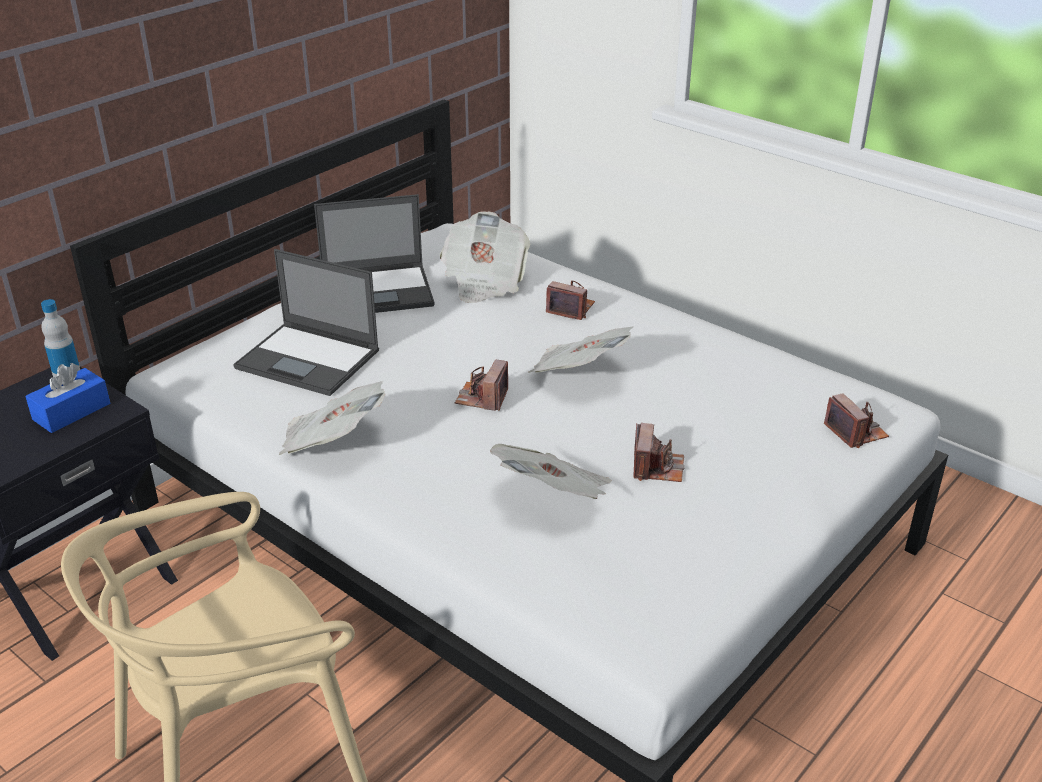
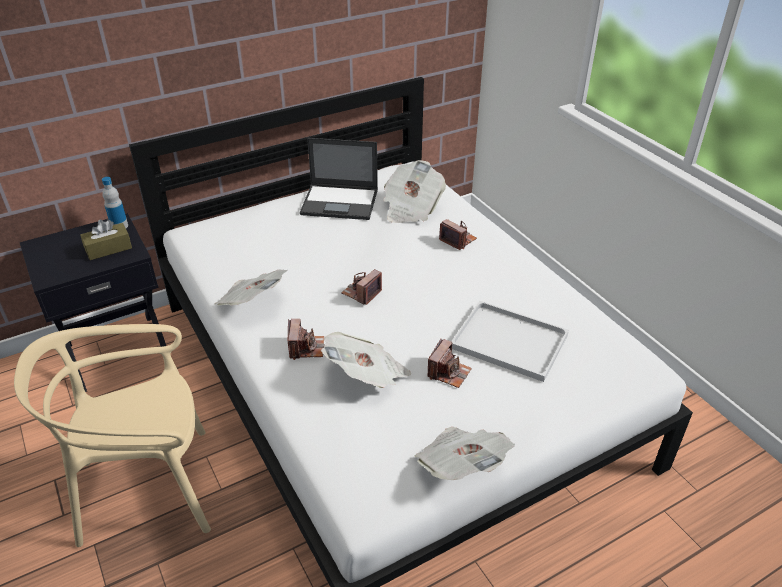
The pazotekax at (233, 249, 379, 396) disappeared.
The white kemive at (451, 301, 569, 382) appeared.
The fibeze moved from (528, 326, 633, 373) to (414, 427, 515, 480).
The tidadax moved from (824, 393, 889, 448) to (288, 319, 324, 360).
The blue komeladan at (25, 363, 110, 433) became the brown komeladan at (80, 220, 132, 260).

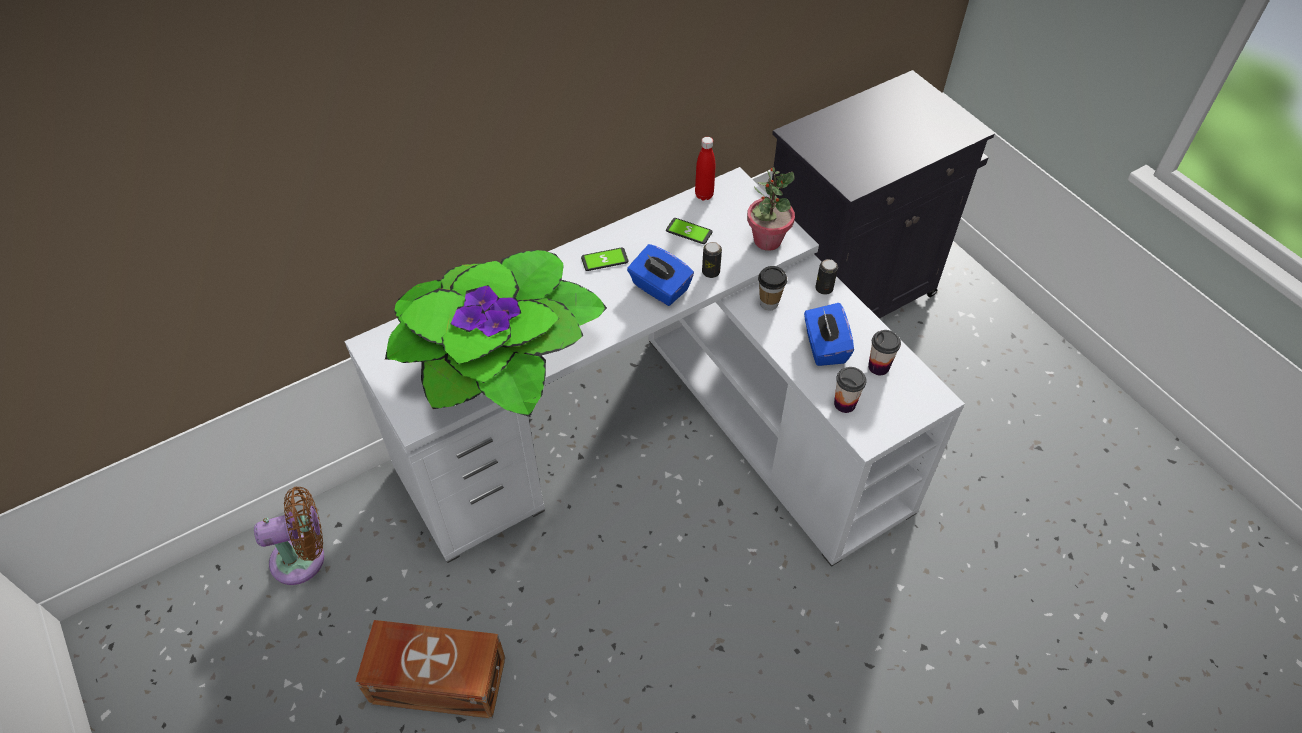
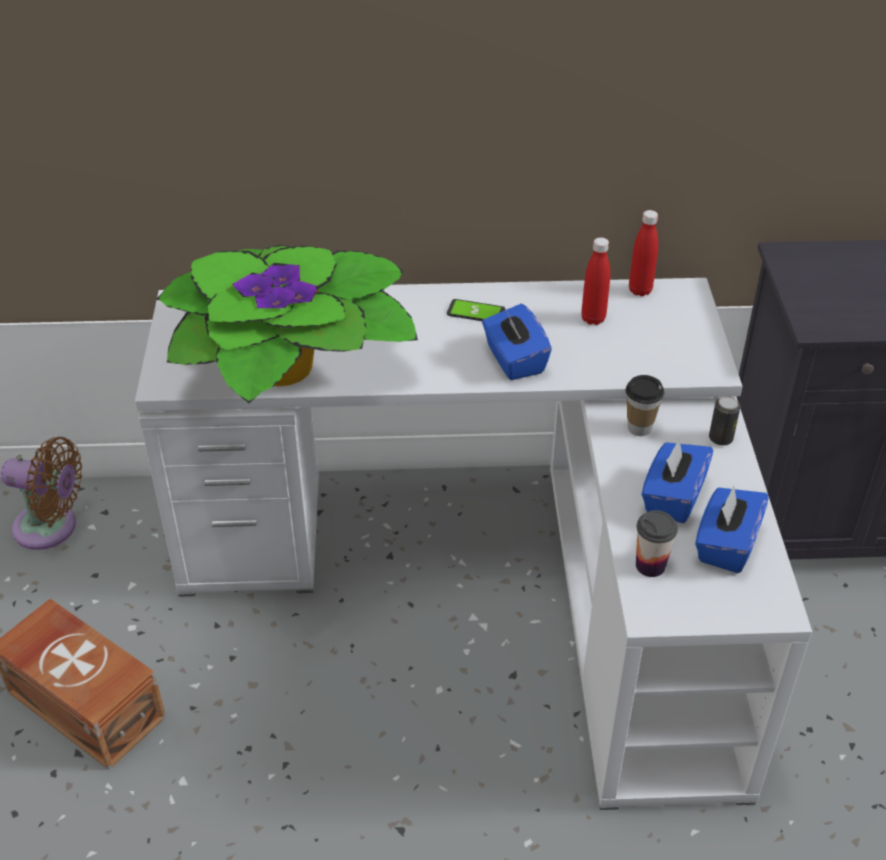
The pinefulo at (702, 242, 722, 278) disappeared.
The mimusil at (747, 167, 795, 251) disappeared.
The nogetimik at (666, 218, 712, 244) was replaced by the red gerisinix at (581, 237, 610, 325).
The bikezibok at (868, 330, 901, 375) was replaced by the blue komeladan at (695, 485, 769, 573).

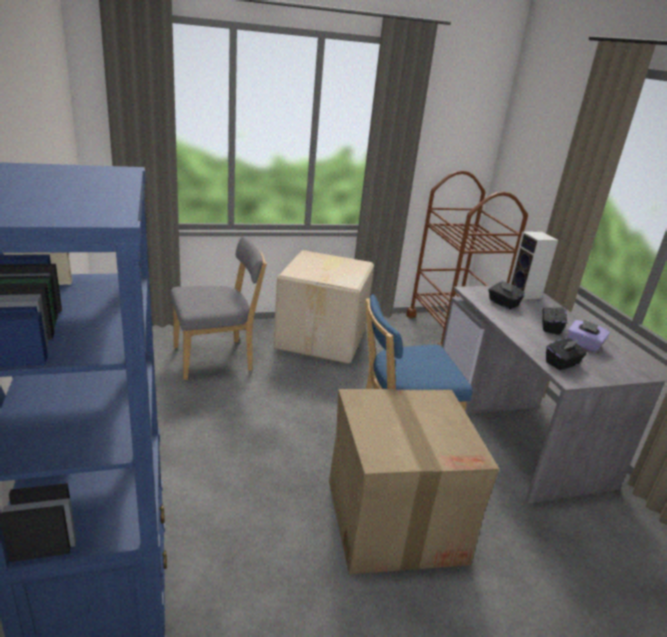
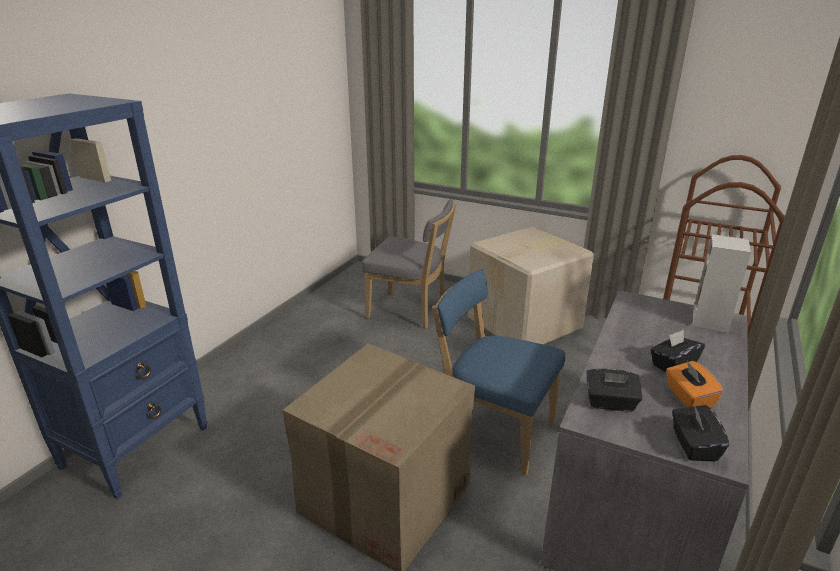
The black komeladan moved from (489, 281, 525, 309) to (672, 405, 729, 462).
The purple komeladan at (568, 319, 610, 352) became the orange komeladan at (666, 360, 724, 408).

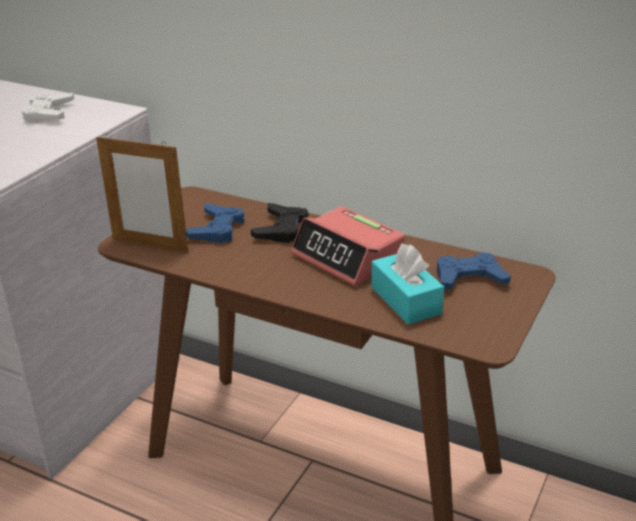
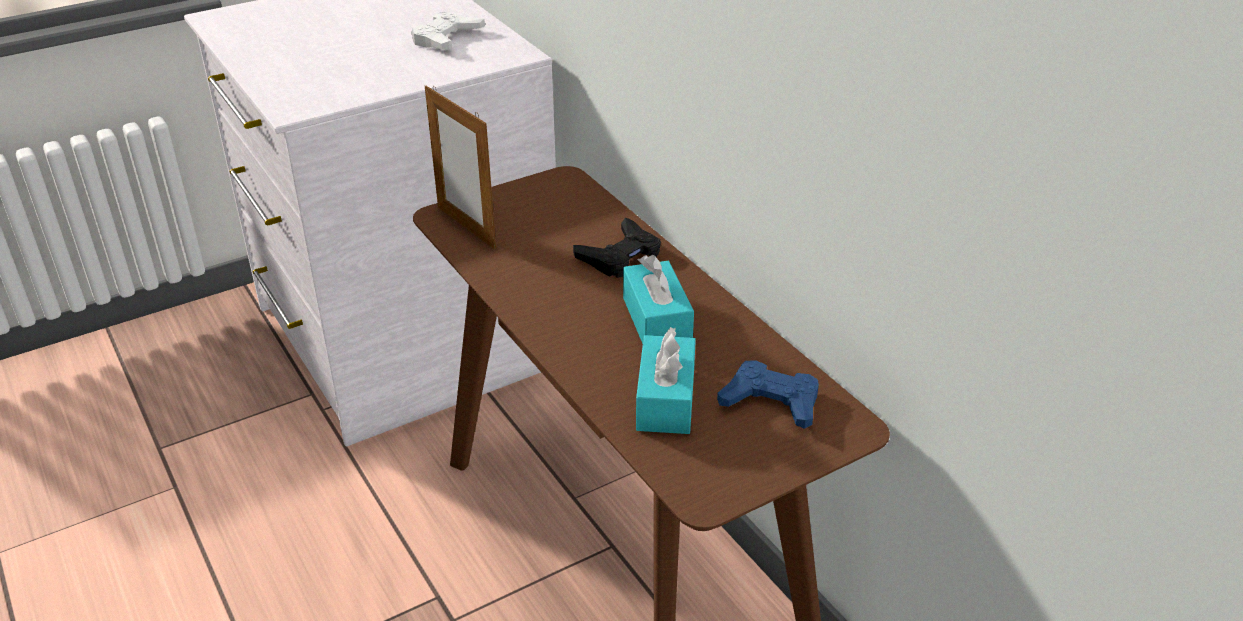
The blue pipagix at (186, 203, 244, 243) disappeared.
The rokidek at (291, 206, 405, 287) was replaced by the turquoise komeladan at (623, 255, 694, 344).

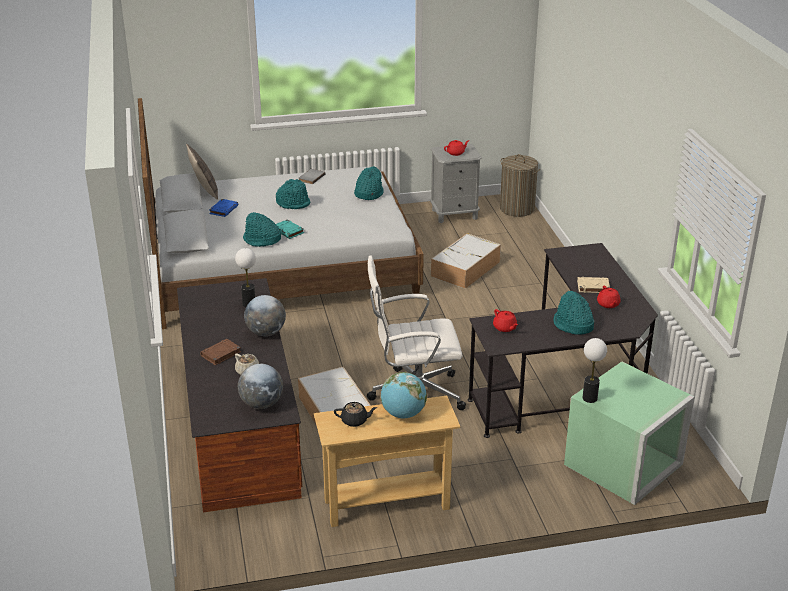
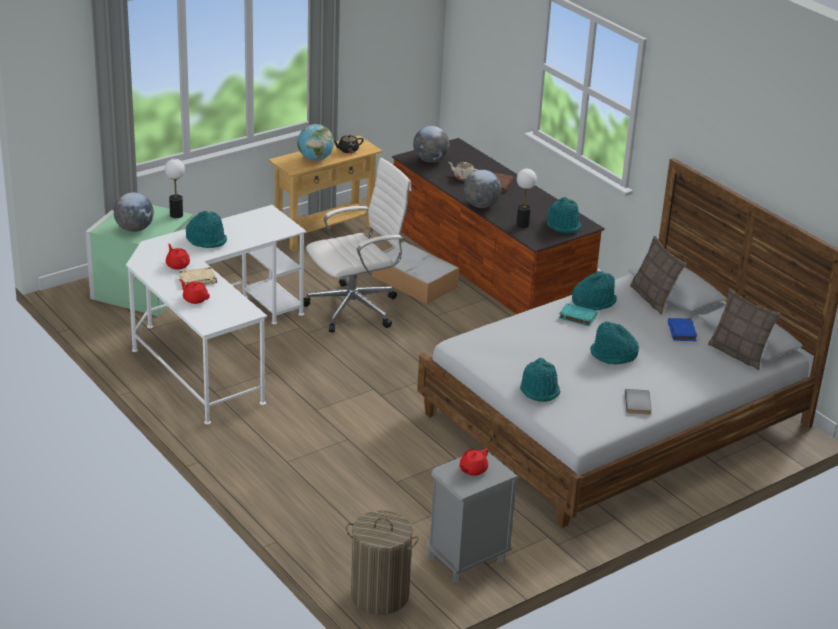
The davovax at (431, 233, 501, 289) disappeared.
The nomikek at (114, 192, 154, 232) appeared.
The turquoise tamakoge at (547, 197, 582, 234) appeared.
The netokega at (630, 236, 687, 315) appeared.
The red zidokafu moved from (493, 309, 518, 332) to (179, 279, 210, 304).
The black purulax at (467, 243, 658, 438) became the white purulax at (126, 205, 307, 425).

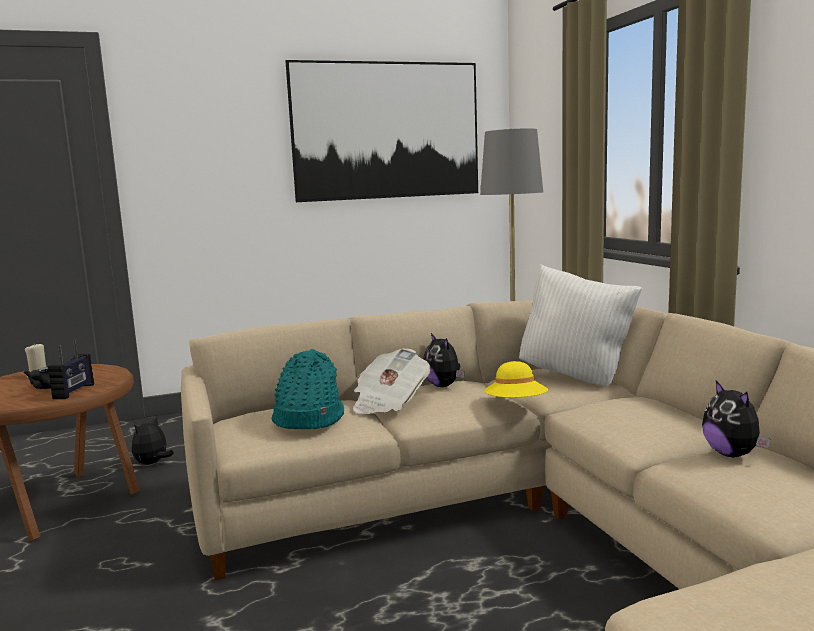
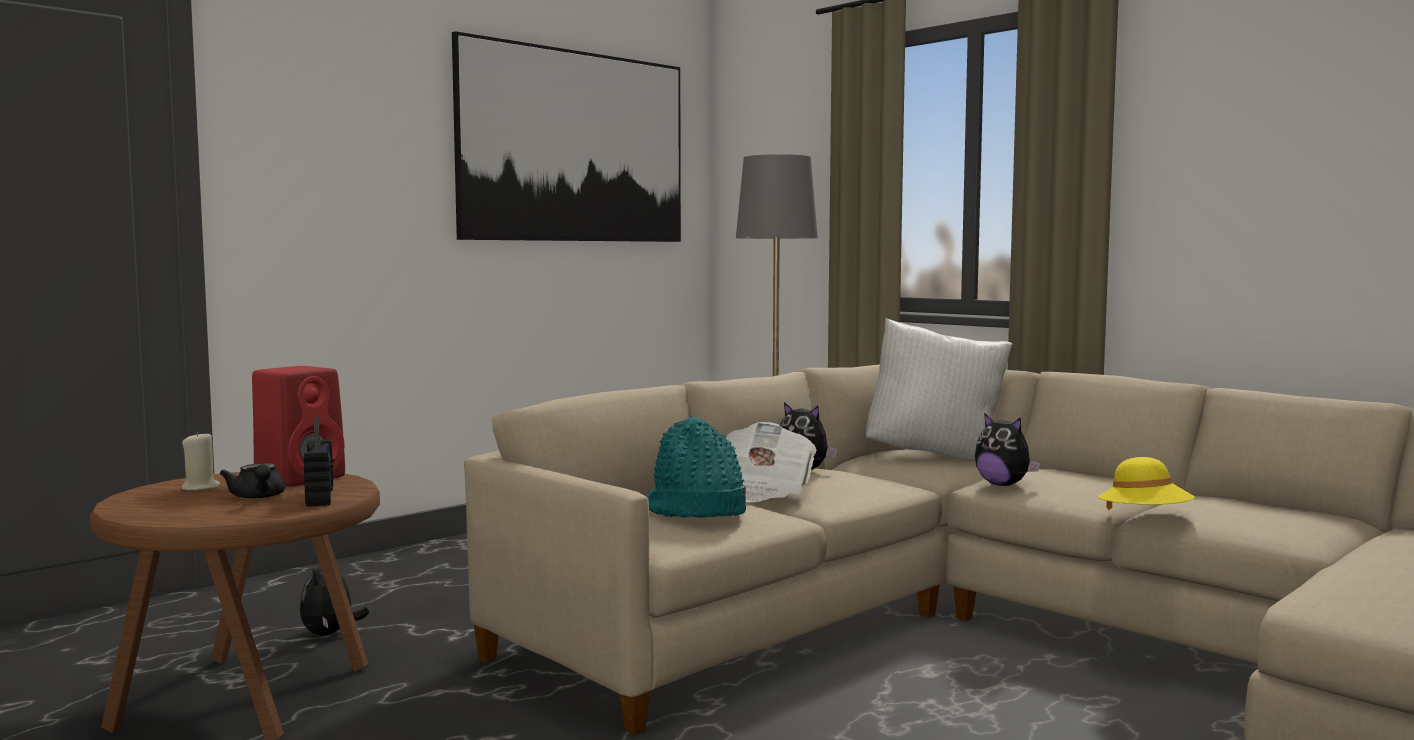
The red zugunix at (252, 366, 345, 487) appeared.
The yellow tamakoge moved from (484, 361, 548, 397) to (1098, 457, 1195, 510).
The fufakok moved from (702, 381, 770, 457) to (975, 413, 1040, 486).

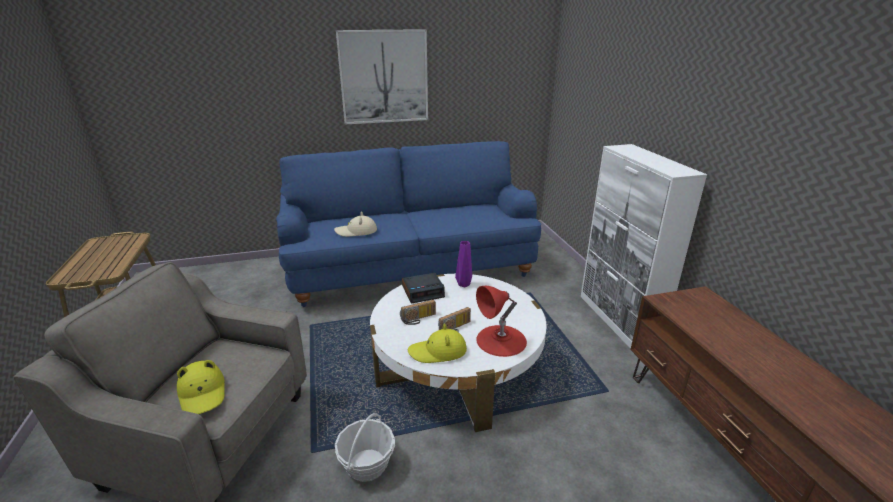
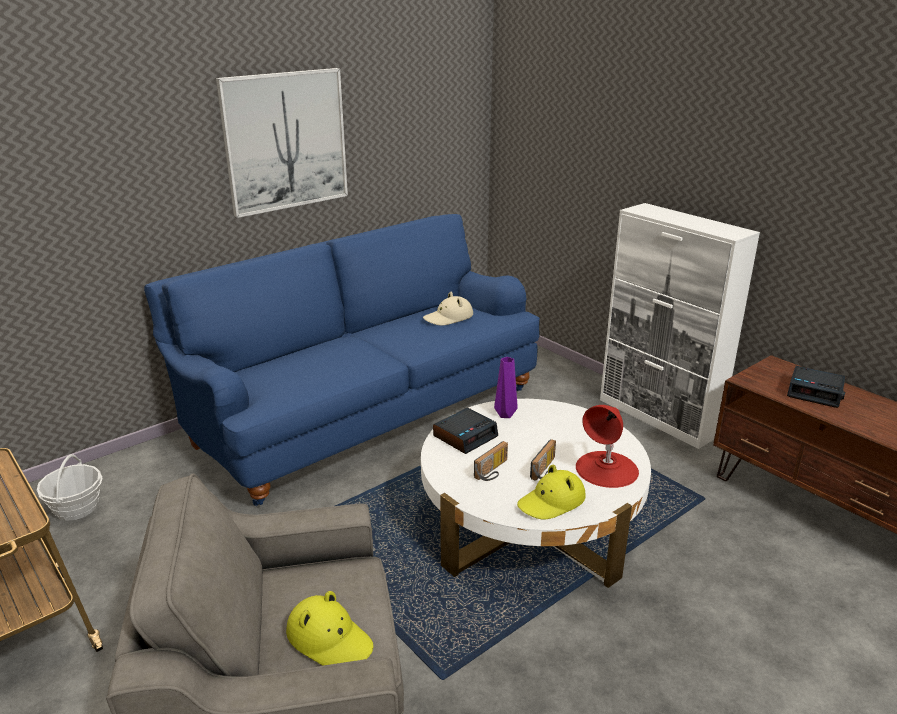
The rokidek at (787, 366, 846, 408) appeared.
The beige tamakoge moved from (334, 212, 377, 237) to (423, 292, 473, 326).
The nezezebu moved from (335, 413, 395, 482) to (37, 454, 102, 521).

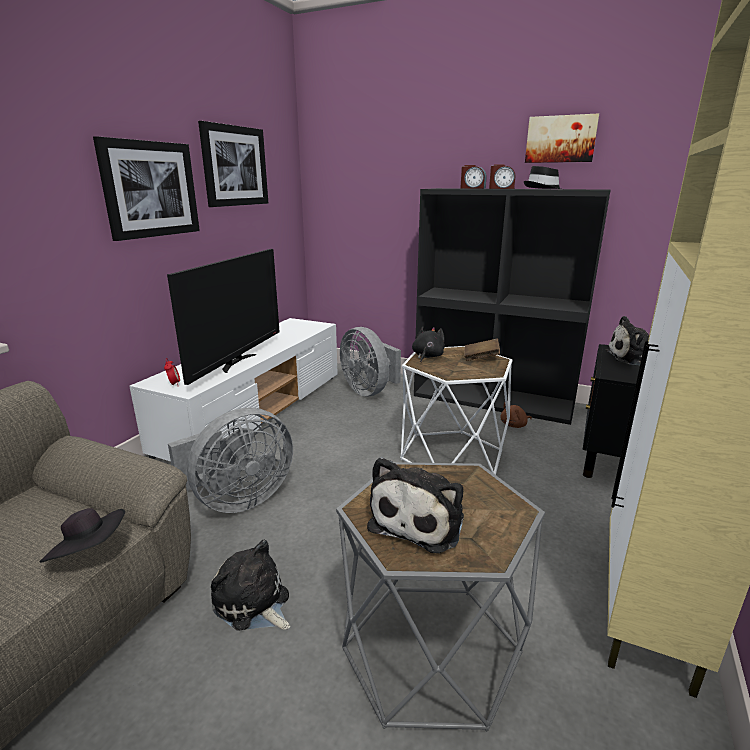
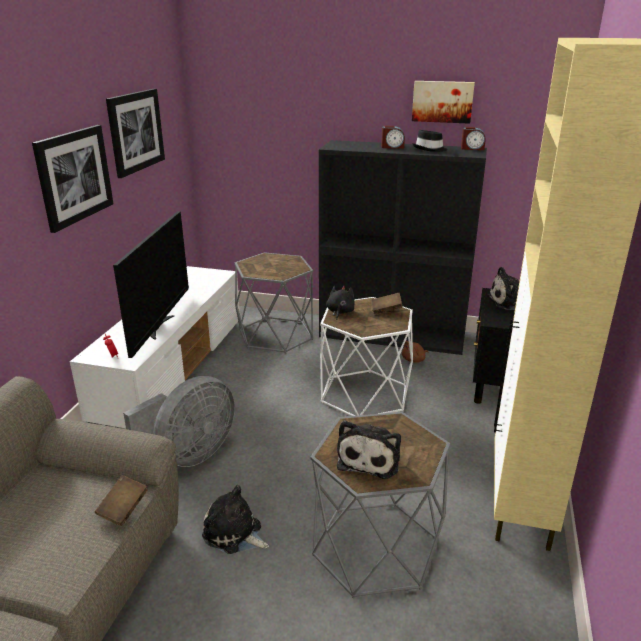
The rokidek moved from (460, 165, 486, 189) to (461, 127, 486, 150).
The black tamakoge at (39, 508, 125, 562) was replaced by the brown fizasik at (95, 475, 148, 526).
The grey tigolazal at (340, 327, 401, 396) was replaced by the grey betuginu at (235, 252, 313, 353).

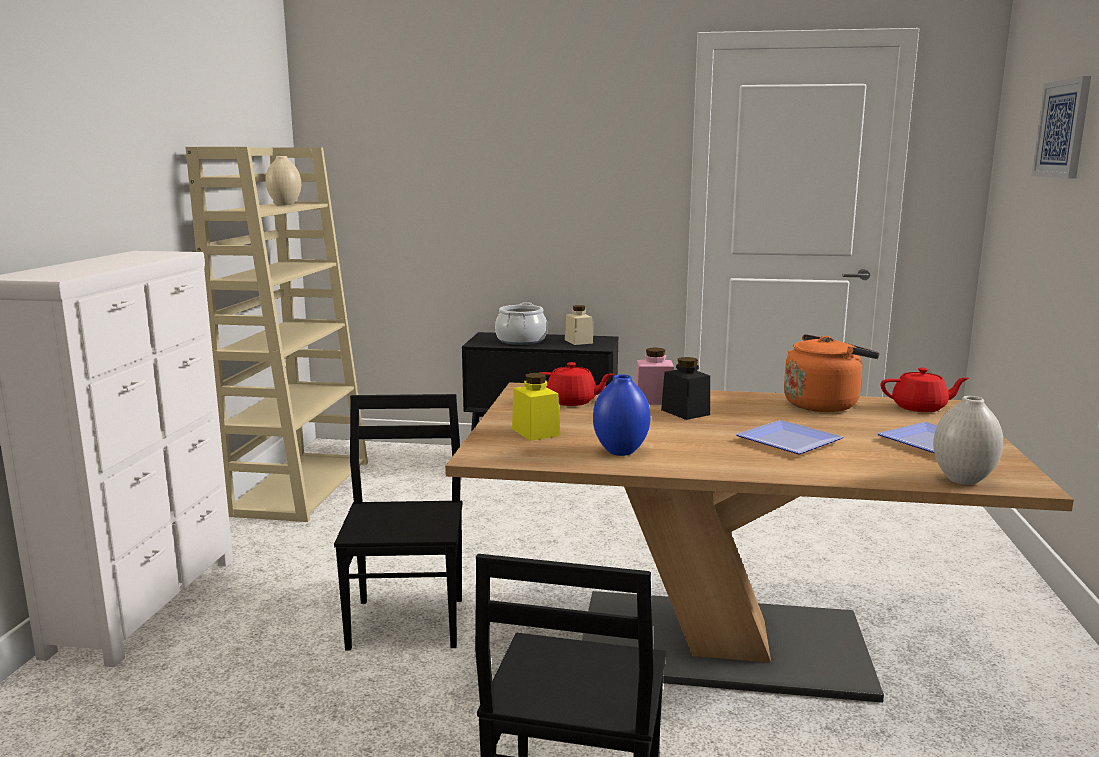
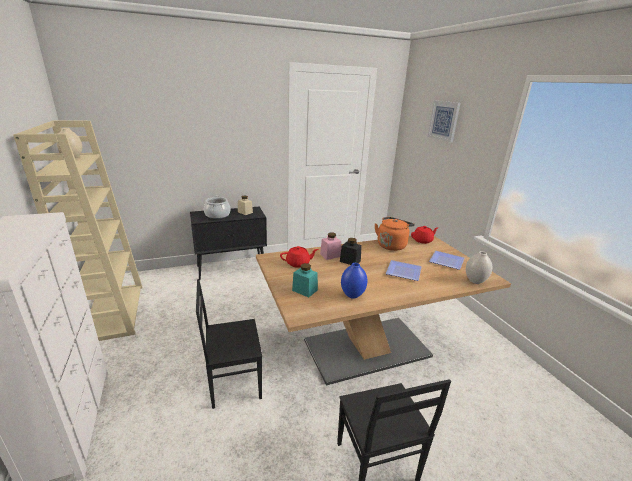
The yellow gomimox at (512, 373, 560, 441) became the turquoise gomimox at (292, 263, 318, 298).
The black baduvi at (334, 394, 463, 650) turned 75 degrees counterclockwise.

